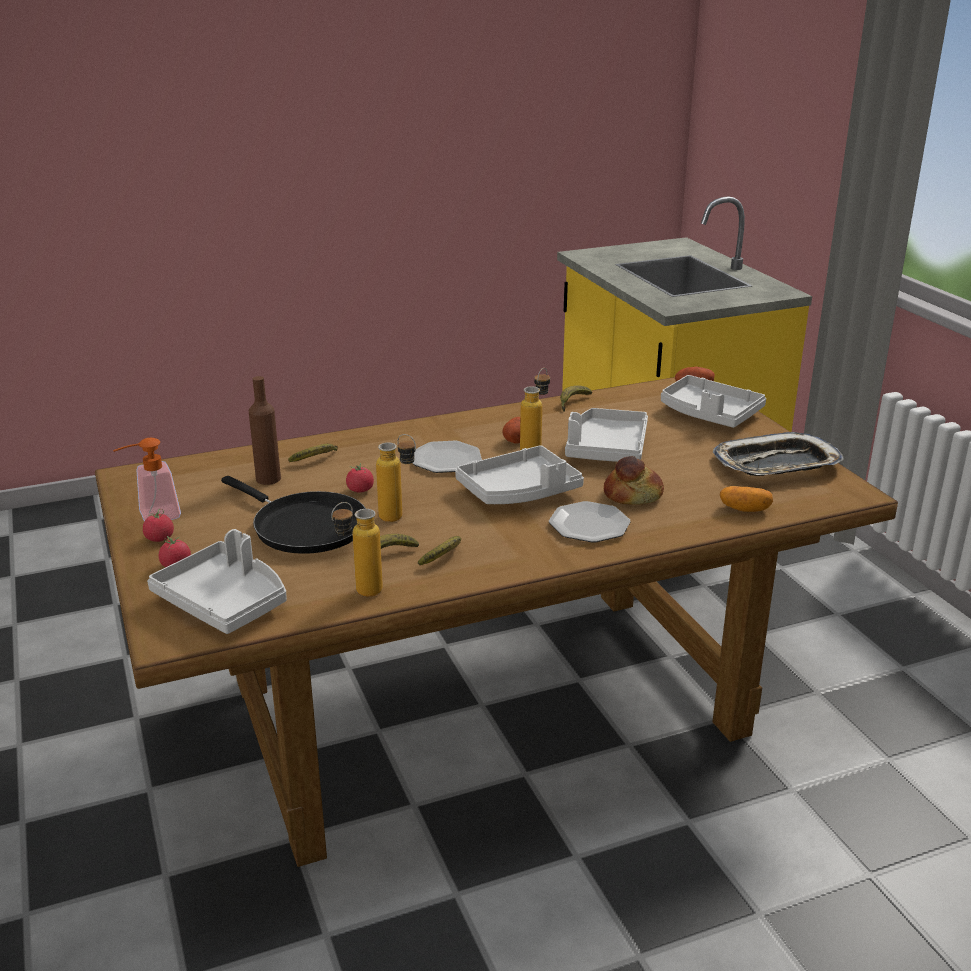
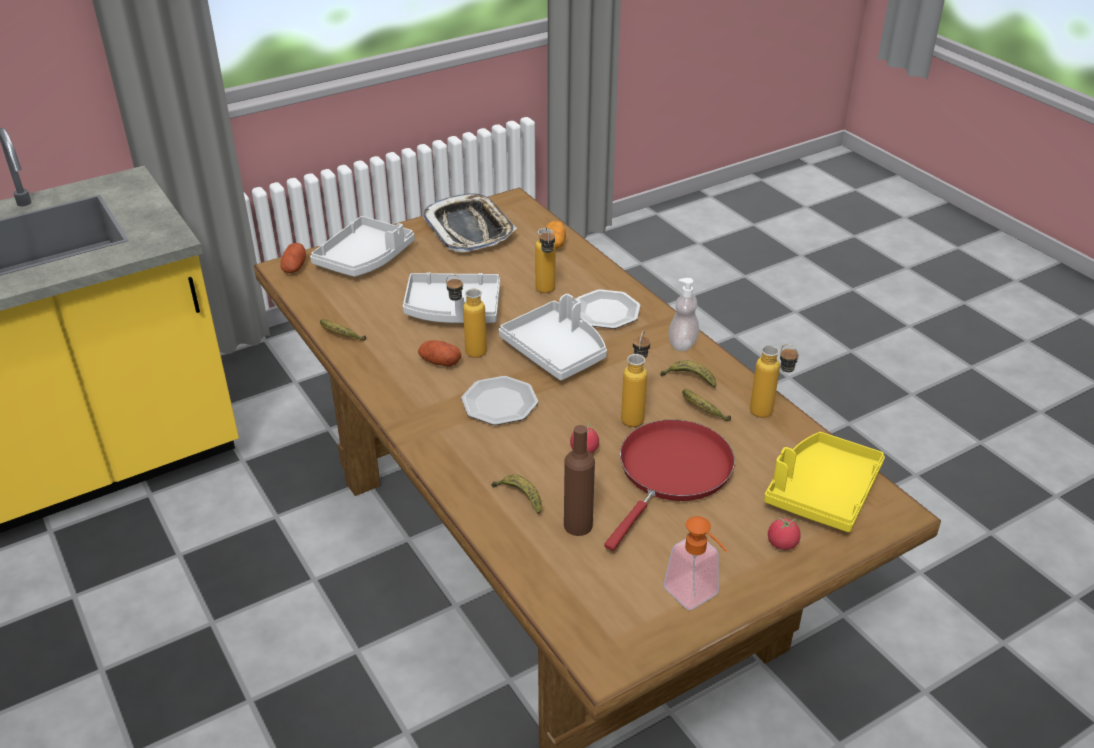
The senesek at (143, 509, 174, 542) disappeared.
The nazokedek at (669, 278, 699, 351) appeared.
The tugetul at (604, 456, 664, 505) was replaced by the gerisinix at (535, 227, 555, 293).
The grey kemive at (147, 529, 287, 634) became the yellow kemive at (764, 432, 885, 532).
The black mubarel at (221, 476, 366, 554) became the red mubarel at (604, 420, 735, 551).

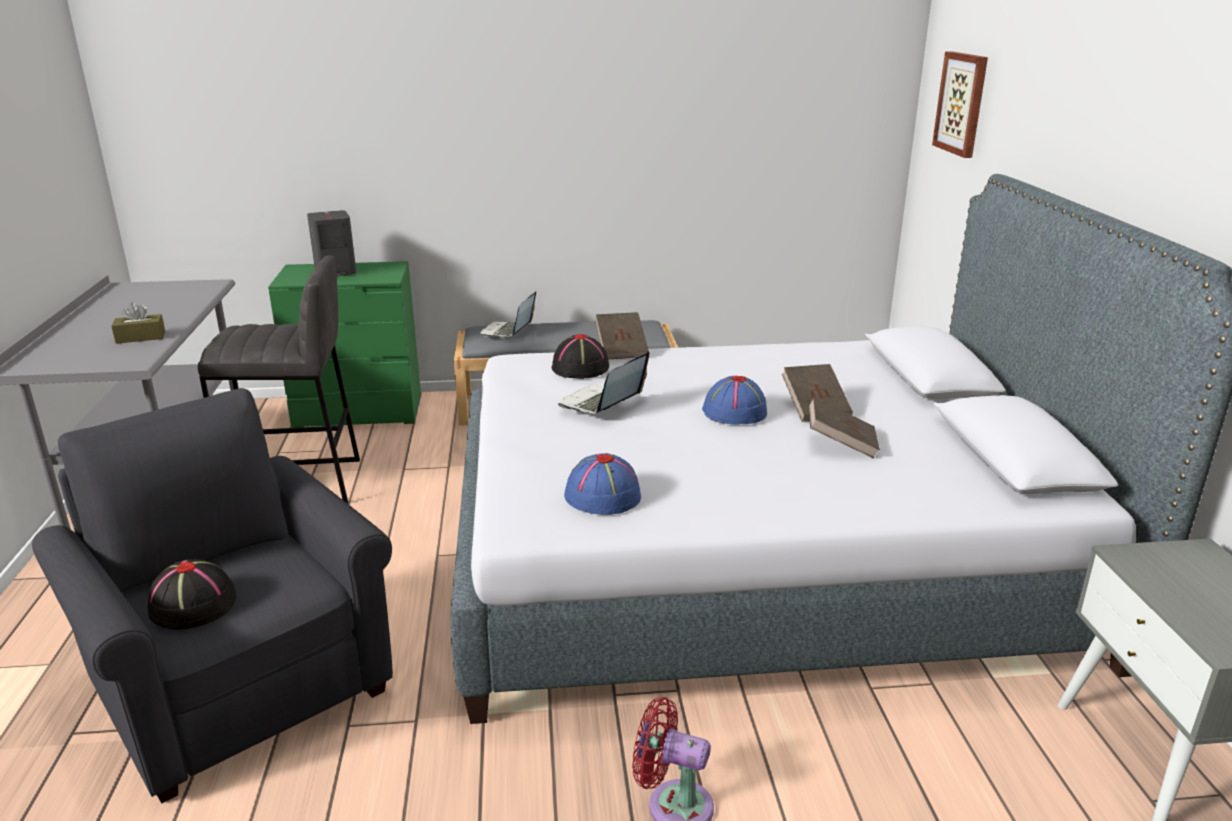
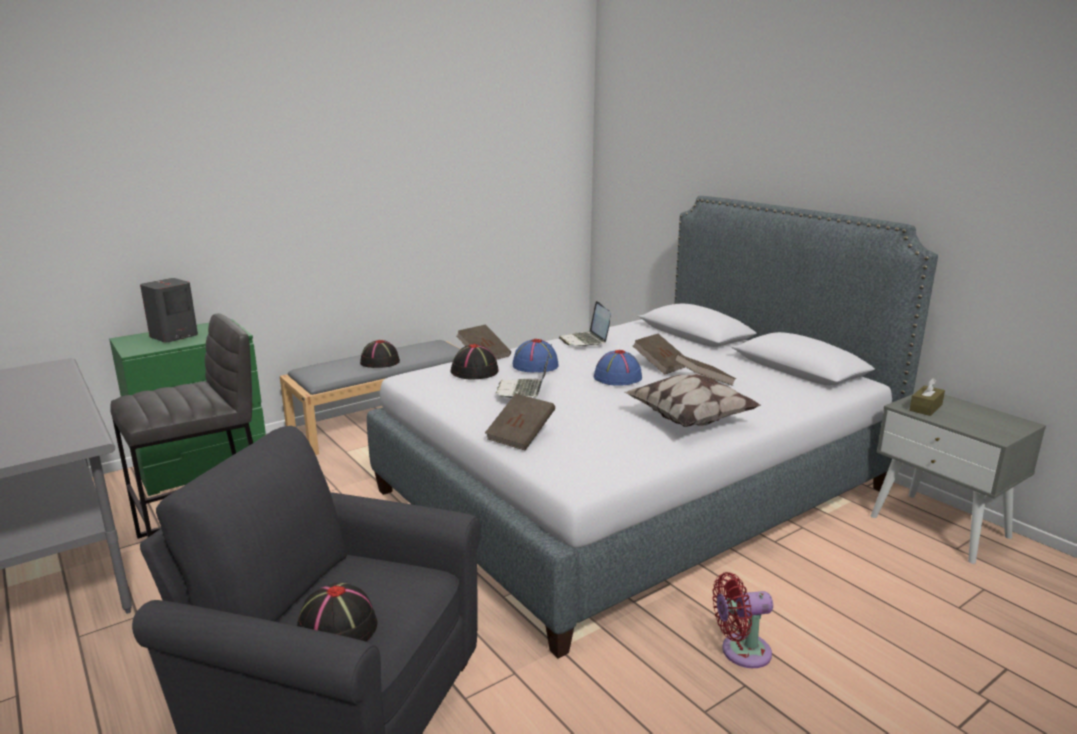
The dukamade at (932, 51, 988, 158) disappeared.
The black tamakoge at (360, 340, 400, 368) appeared.
The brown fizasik at (485, 394, 555, 450) appeared.
The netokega at (625, 374, 761, 427) appeared.
The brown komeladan moved from (111, 303, 165, 344) to (910, 378, 945, 416).
The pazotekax moved from (480, 292, 536, 338) to (559, 301, 611, 347).
The blue tamakoge moved from (564, 453, 641, 515) to (512, 339, 559, 373).

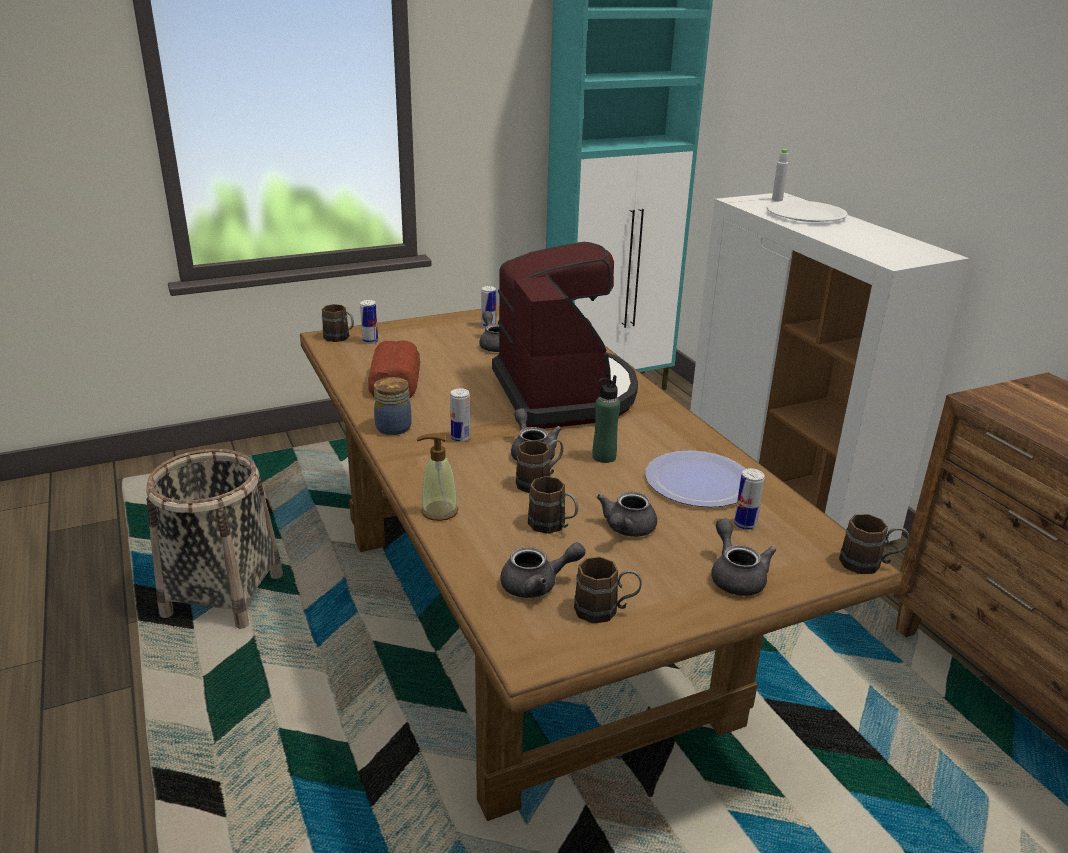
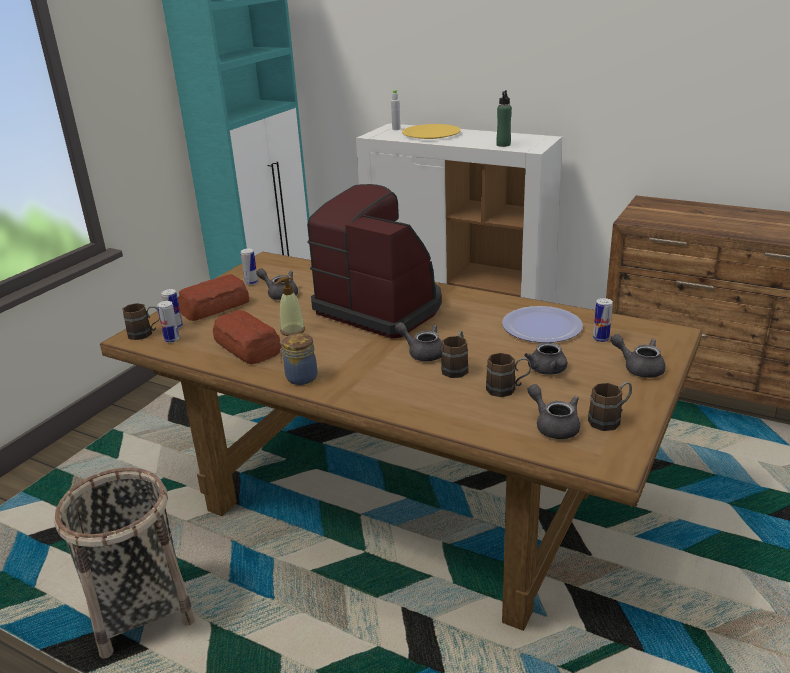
The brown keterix at (839, 514, 910, 574) disappeared.
The tugetul at (178, 274, 249, 321) appeared.
The nazokedek moved from (417, 433, 459, 521) to (275, 276, 305, 336).
The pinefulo moved from (450, 388, 470, 442) to (157, 301, 180, 343).
The green gerisinix moved from (593, 375, 620, 463) to (496, 90, 512, 147).
The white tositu at (767, 200, 848, 222) became the yellow tositu at (402, 124, 461, 139).
The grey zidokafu at (500, 542, 586, 598) turned 75 degrees counterclockwise.

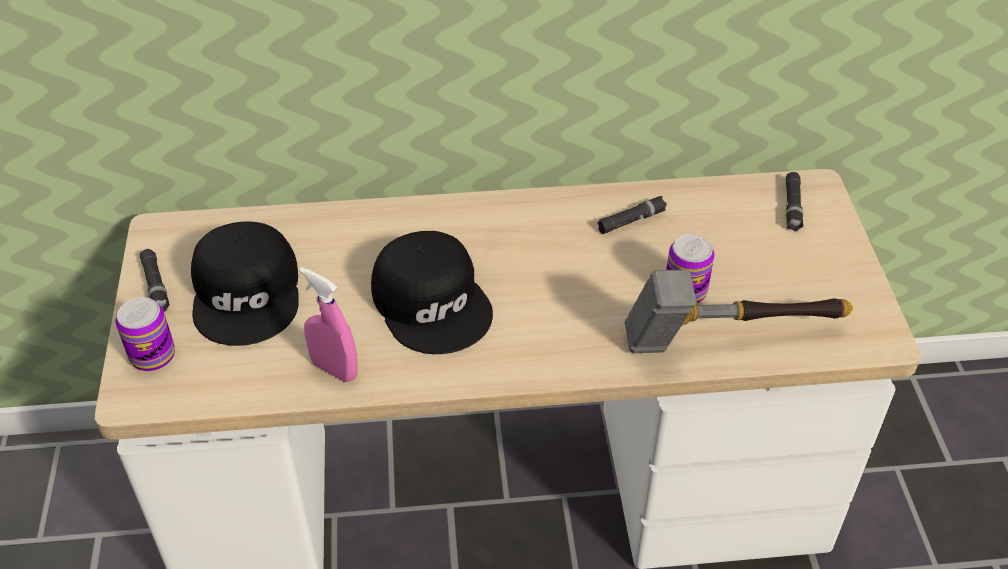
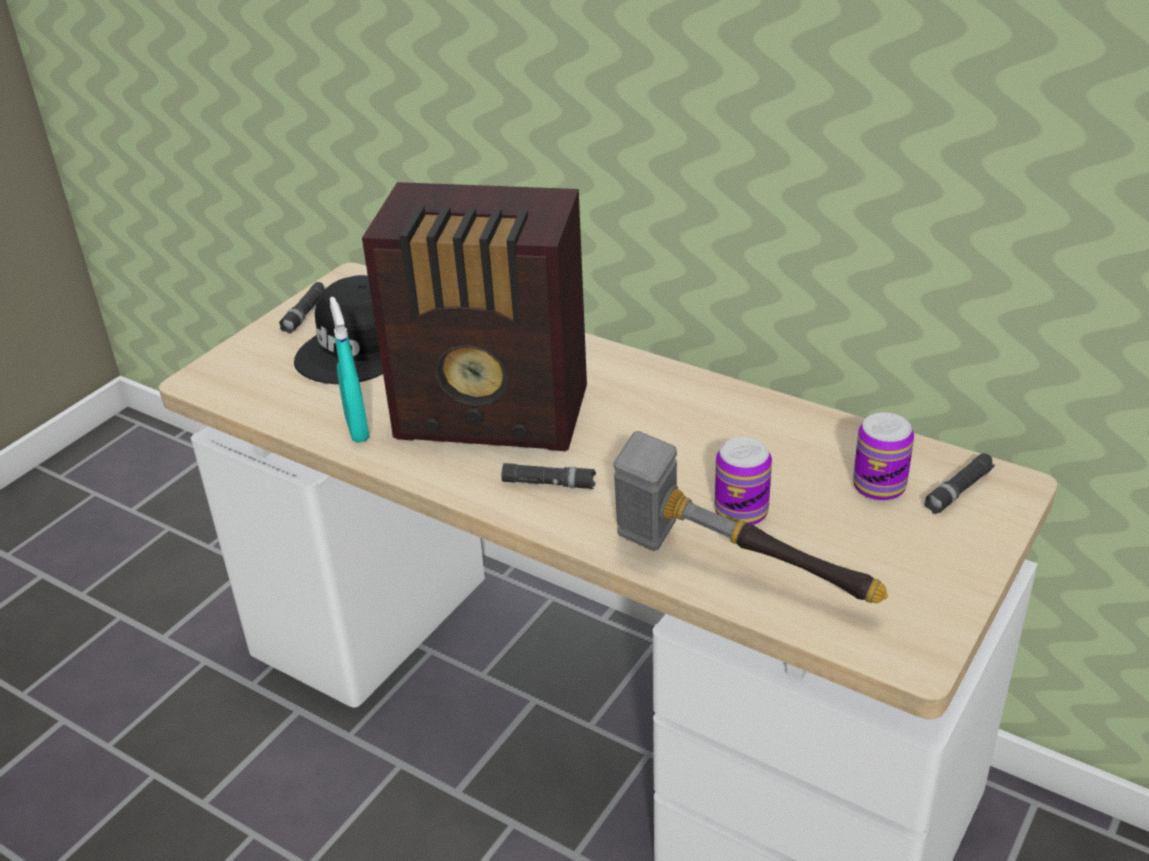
The pinefulo moved from (116, 297, 175, 371) to (853, 413, 914, 501).
The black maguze moved from (597, 196, 667, 234) to (501, 463, 596, 489).
The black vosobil at (371, 231, 493, 354) was replaced by the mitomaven at (362, 182, 587, 451).
The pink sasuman at (299, 267, 358, 382) became the turquoise sasuman at (330, 297, 370, 443).

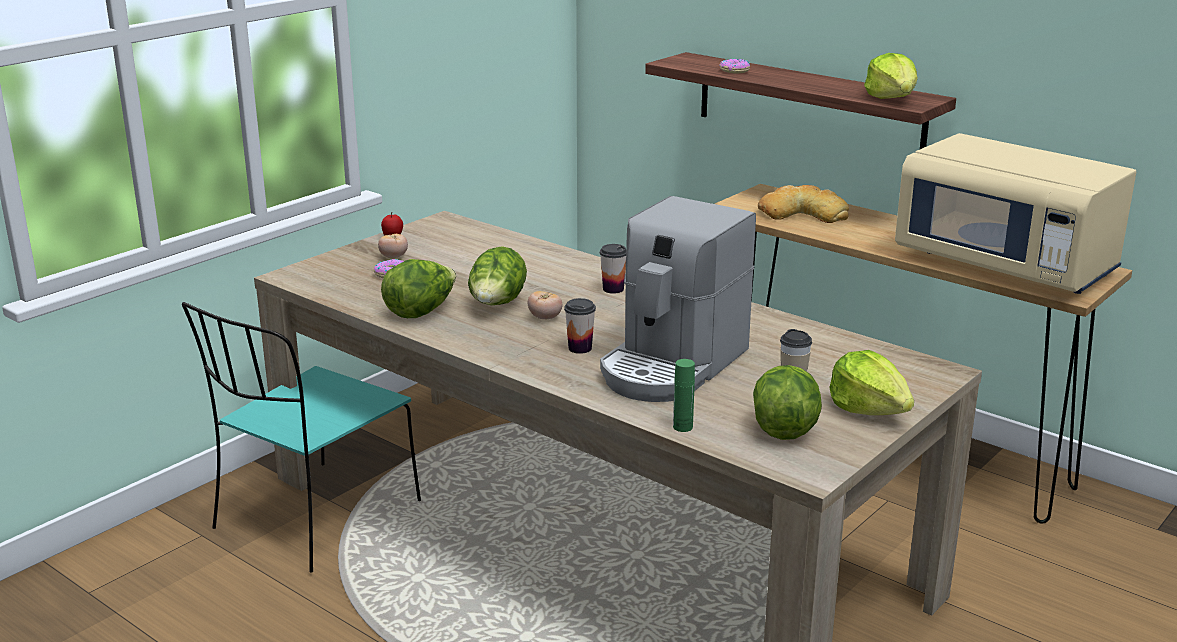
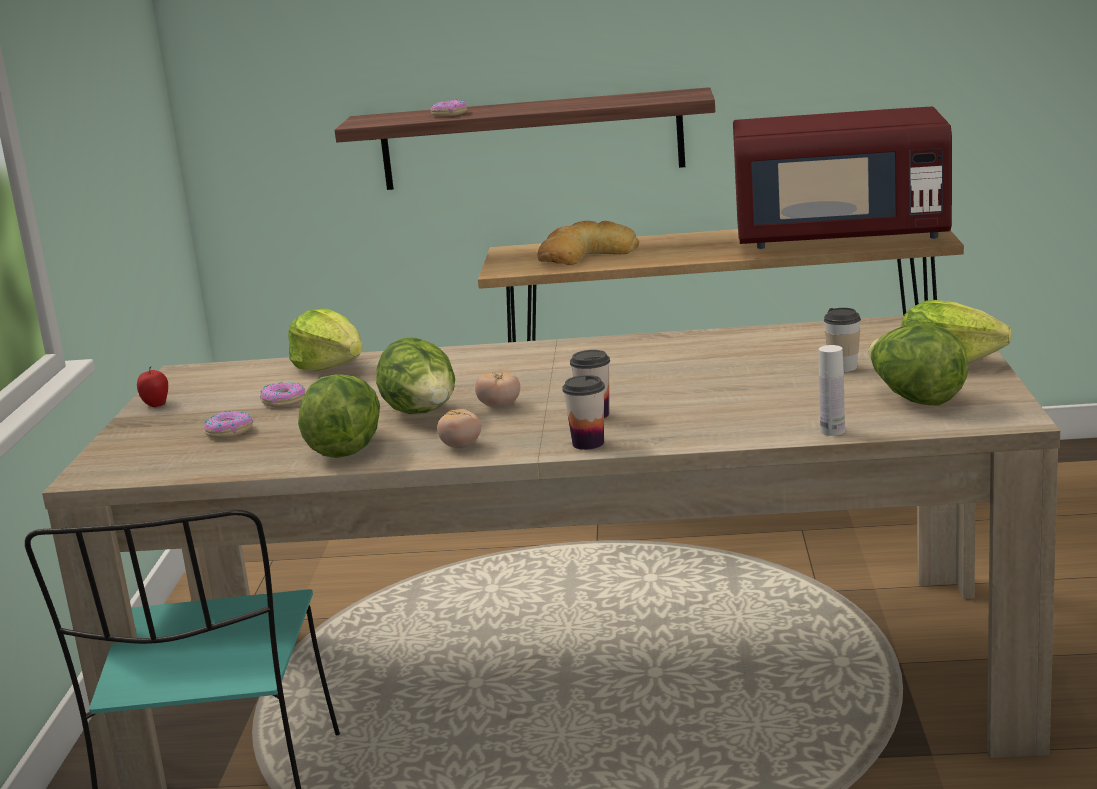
The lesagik at (600, 196, 756, 402) disappeared.
The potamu at (260, 382, 306, 407) appeared.
The senesek moved from (378, 234, 408, 258) to (437, 409, 481, 448).
The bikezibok moved from (600, 244, 626, 294) to (562, 375, 605, 450).
The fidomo moved from (864, 53, 918, 99) to (288, 308, 363, 371).
The green gerisinix at (673, 359, 695, 432) became the white gerisinix at (819, 345, 845, 436).
The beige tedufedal at (895, 133, 1136, 294) became the red tedufedal at (733, 107, 952, 249).

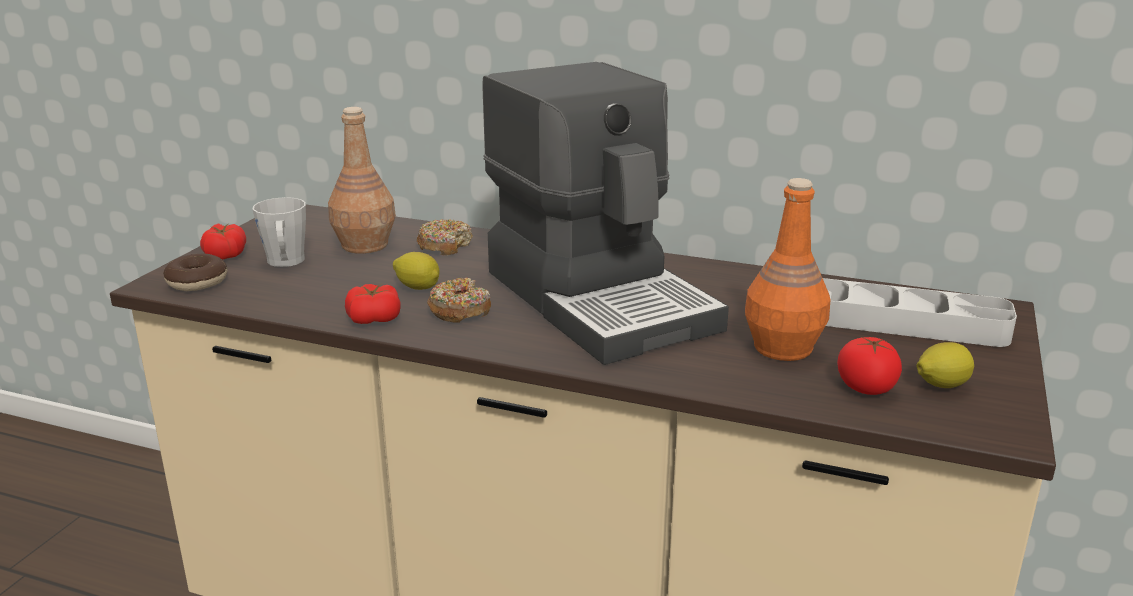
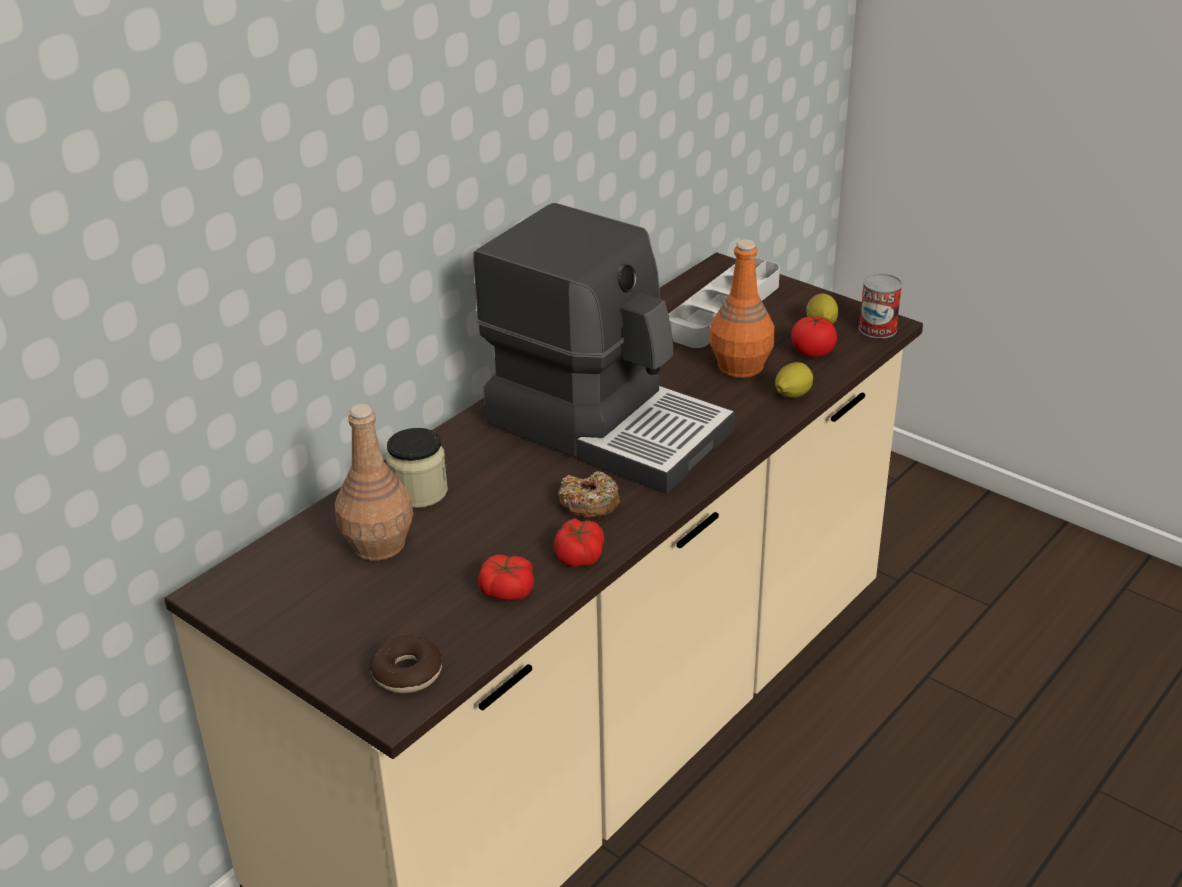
The grey keterix at (252, 197, 306, 267) disappeared.
The pinefulo at (859, 273, 902, 339) appeared.
The senesek moved from (200, 223, 246, 260) to (478, 555, 534, 601).
The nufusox moved from (393, 252, 440, 290) to (775, 362, 813, 398).
The potamu at (417, 219, 473, 255) was replaced by the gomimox at (386, 428, 448, 508).
The lesagik at (482, 62, 729, 365) turned 45 degrees clockwise.

